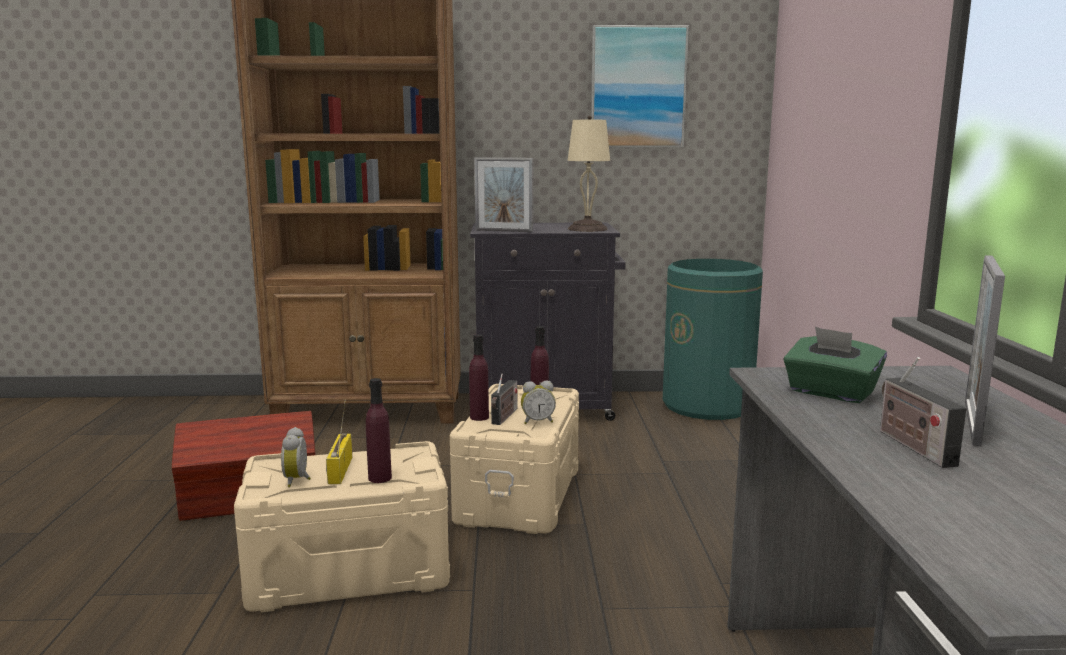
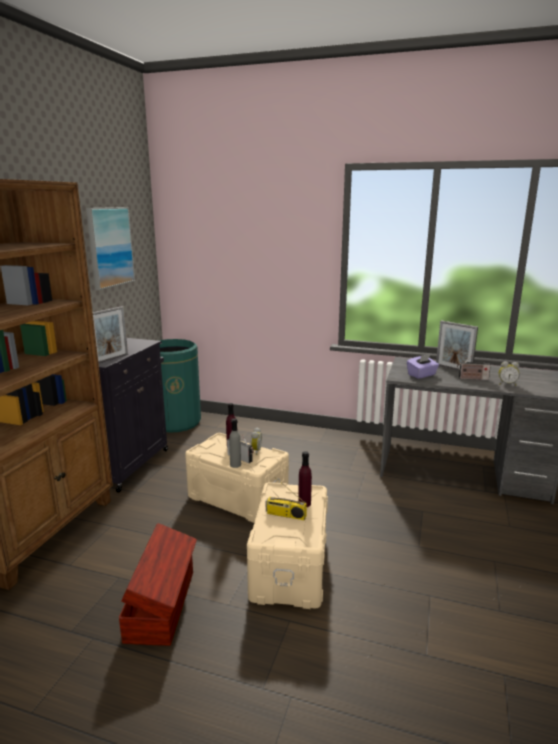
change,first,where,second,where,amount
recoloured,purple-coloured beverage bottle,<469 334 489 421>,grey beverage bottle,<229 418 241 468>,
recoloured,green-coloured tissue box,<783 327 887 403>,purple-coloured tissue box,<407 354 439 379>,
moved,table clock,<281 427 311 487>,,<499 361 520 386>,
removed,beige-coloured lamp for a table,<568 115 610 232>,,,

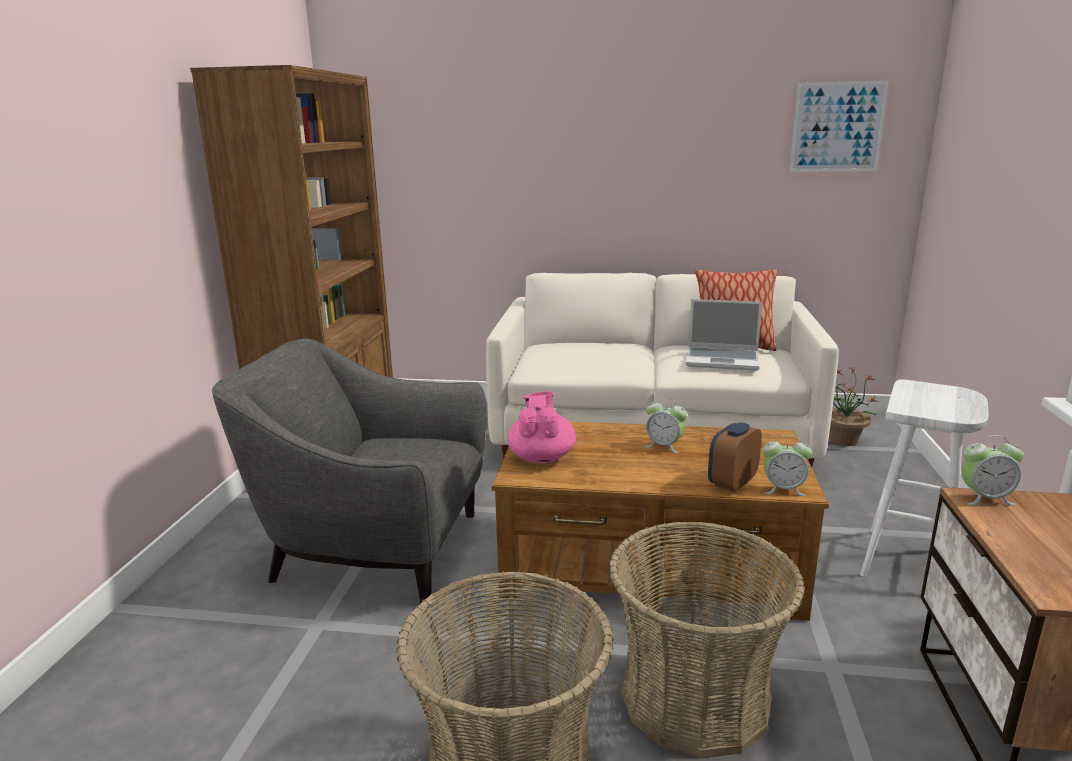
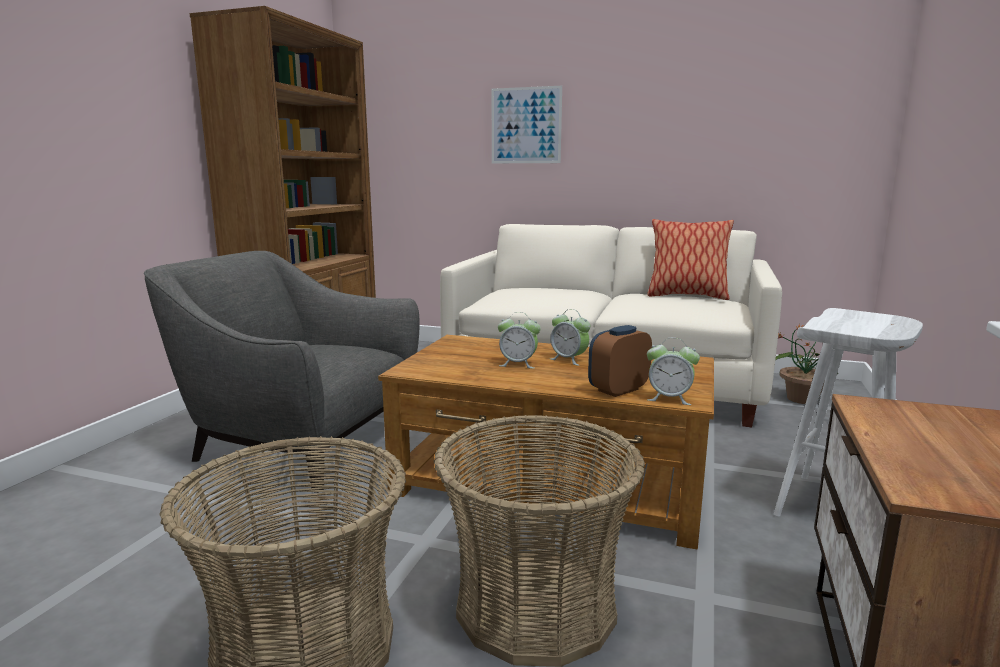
change,first,where,second,where,amount
moved,wall picture,<790 81 889 172>,,<492 86 562 163>,
moved,table clock,<961 435 1024 505>,,<498 312 541 369>,
removed,pink-coloured teapot,<508 391 576 464>,,,
removed,notebook computer,<686 299 762 371>,,,

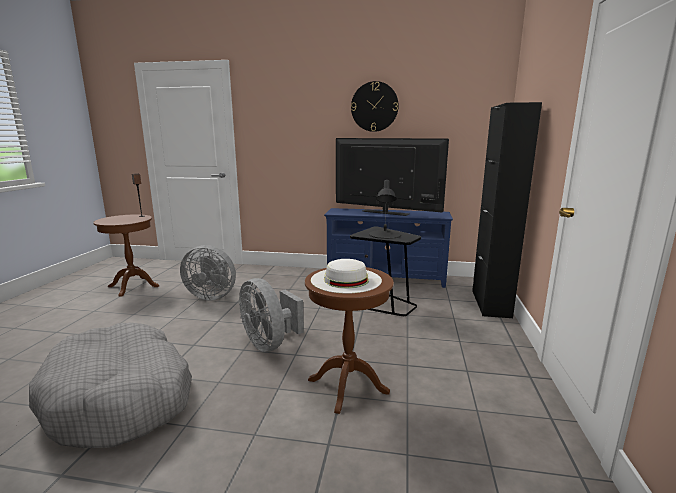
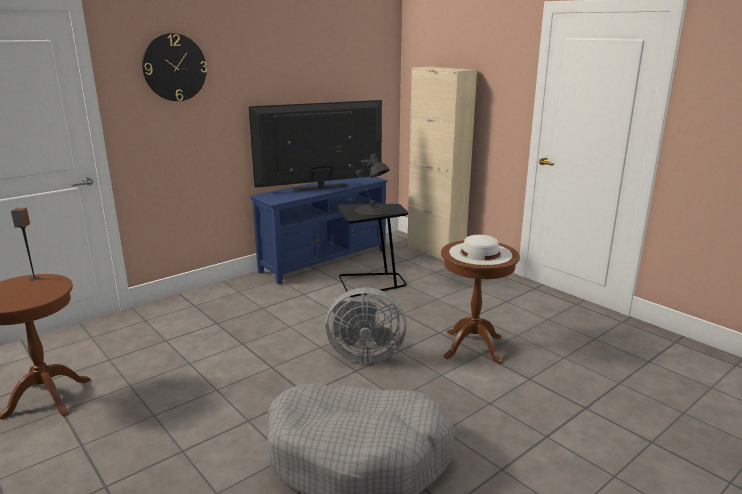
change,first,where,second,where,amount
moved,clock on the wall,<351 81 399 132>,,<142 33 207 101>,
recoloured,black-coloured cabinet,<472 102 542 318>,beige-coloured cabinet,<407 66 477 260>,
removed,grey electric fan,<180 245 236 300>,,,

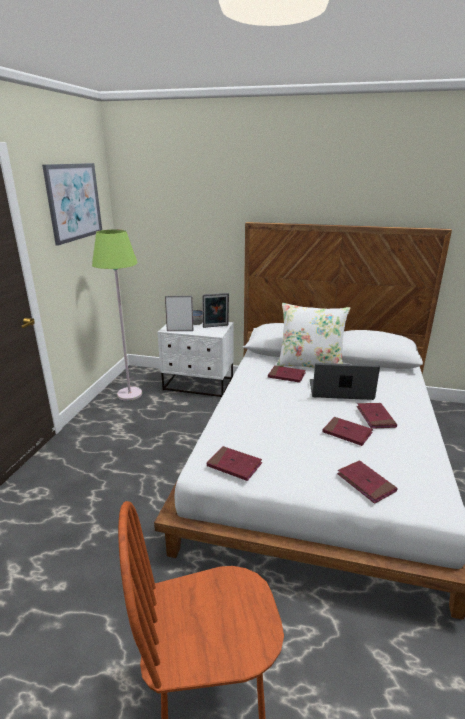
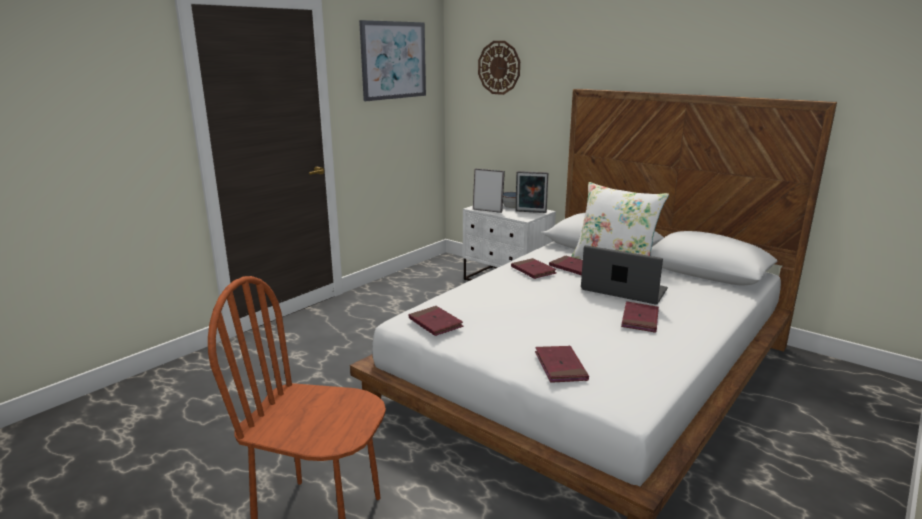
change,first,where,second,where,amount
added,,,clock on the wall,<478 41 520 95>,
moved,red volume,<322 417 373 446>,,<511 258 557 279>,
removed,green-coloured standing lamp,<92 229 142 401>,,,

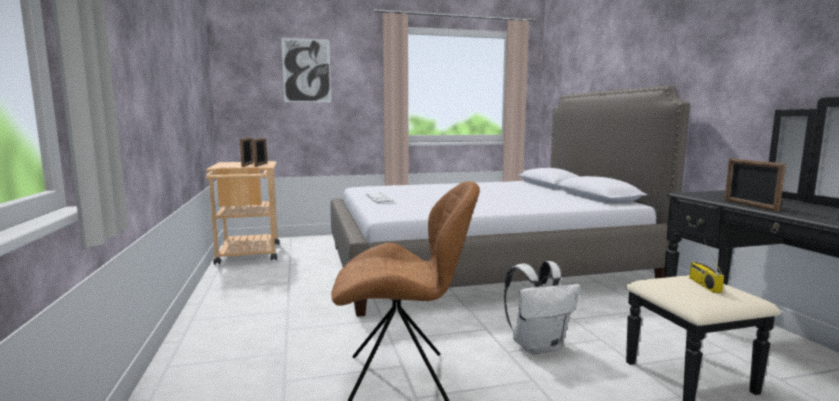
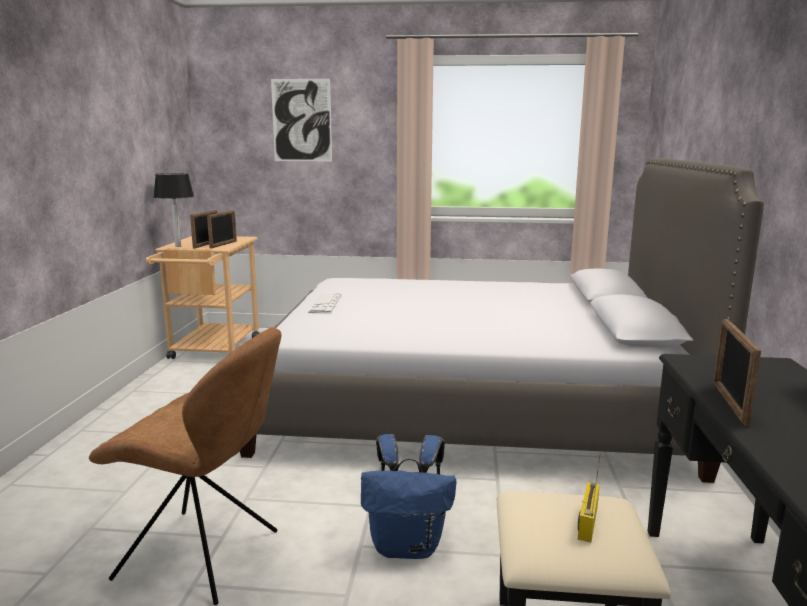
change,first,where,second,where,amount
added,,,lamp for a table,<154 173 194 247>,
recoloured,white-coloured knapsack,<504 261 580 355>,bluish knapsack,<361 434 456 559>,

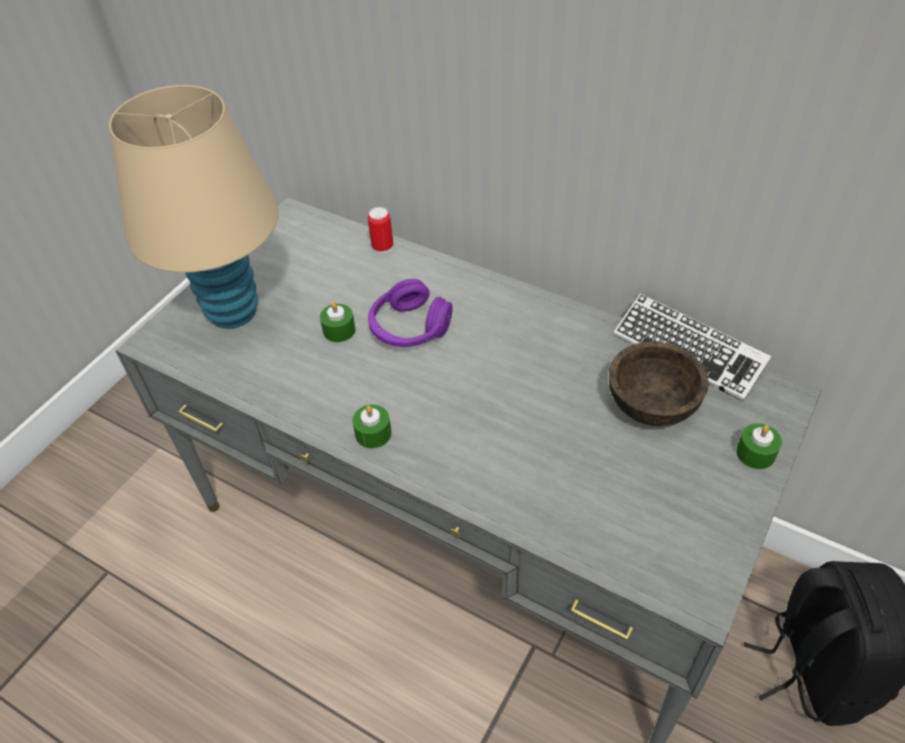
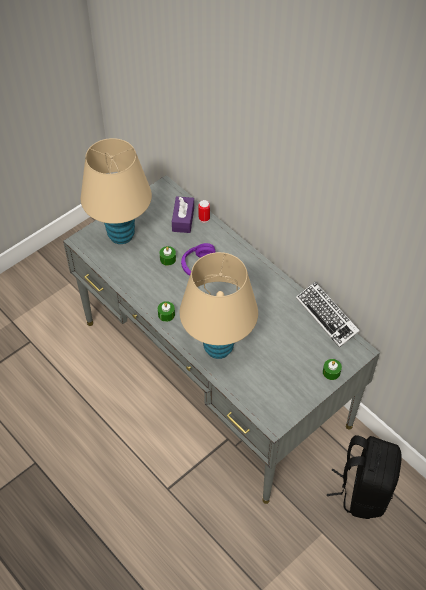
change,first,where,second,where,amount
added,,,purple-coloured tissue box,<172 196 194 233>,
added,,,beige-coloured lamp for a table,<180 252 258 359>,
removed,brown-coloured deep dish,<609 341 709 426>,,,

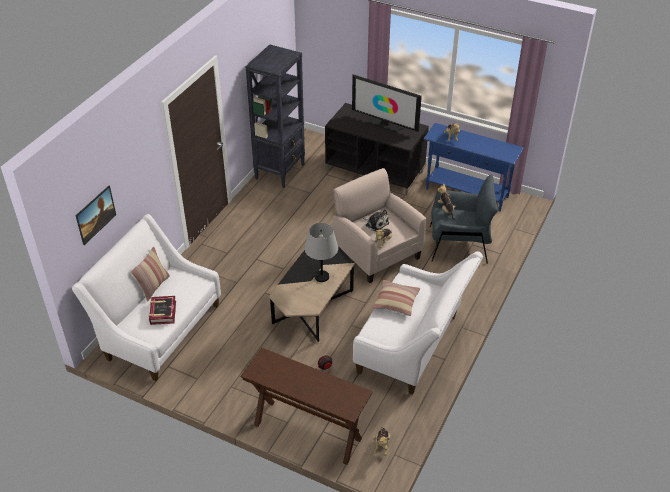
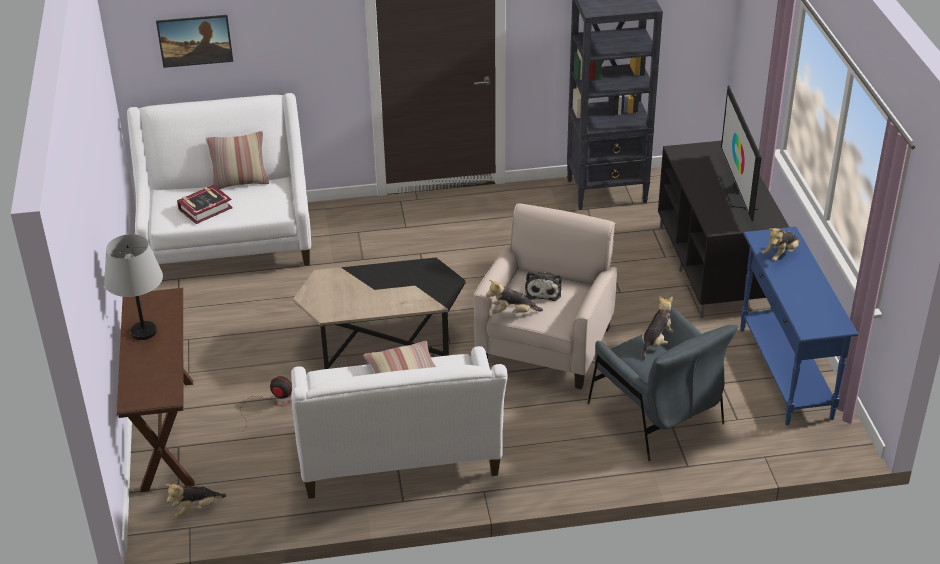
change,first,where,second,where,amount
moved,grey lamp for a table,<304 223 338 282>,,<104 234 163 340>,

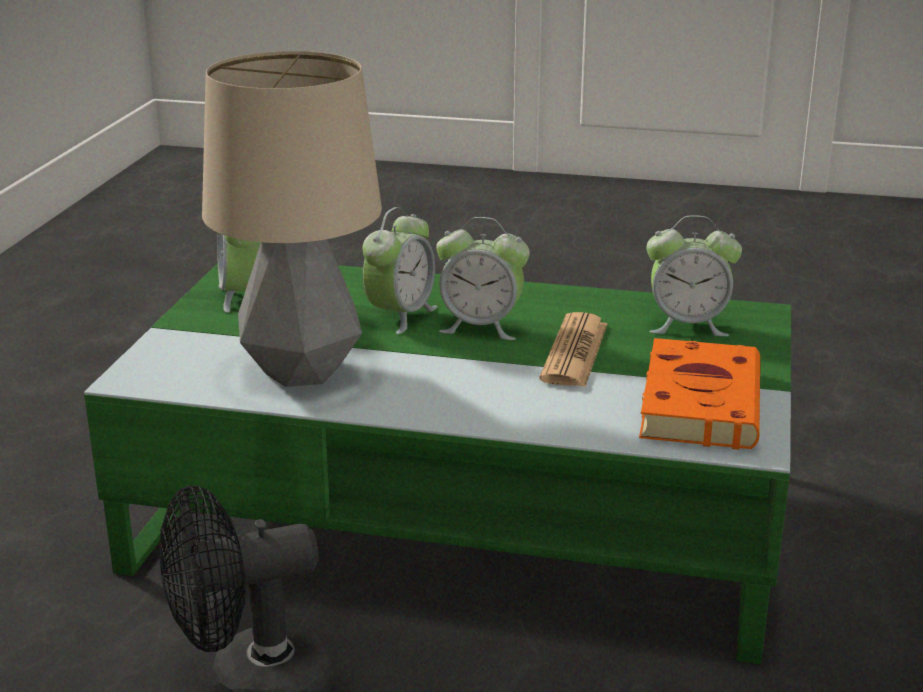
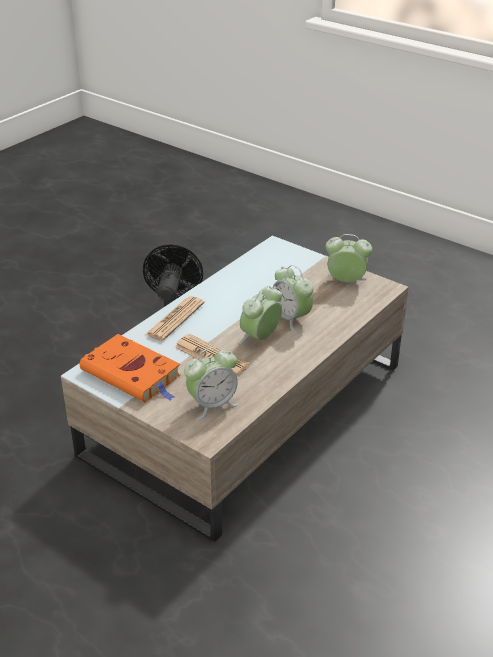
change,first,where,second,where,amount
recoloured,green-coloured lounge table,<84 263 791 664>,beige-coloured lounge table,<61 236 409 542>,
added,,,newspaper,<145 296 205 341>,
turned,table clock,<647 215 742 336>,,<184 347 239 420>,150 degrees counterclockwise
removed,lamp for a table,<202 51 382 387>,,,

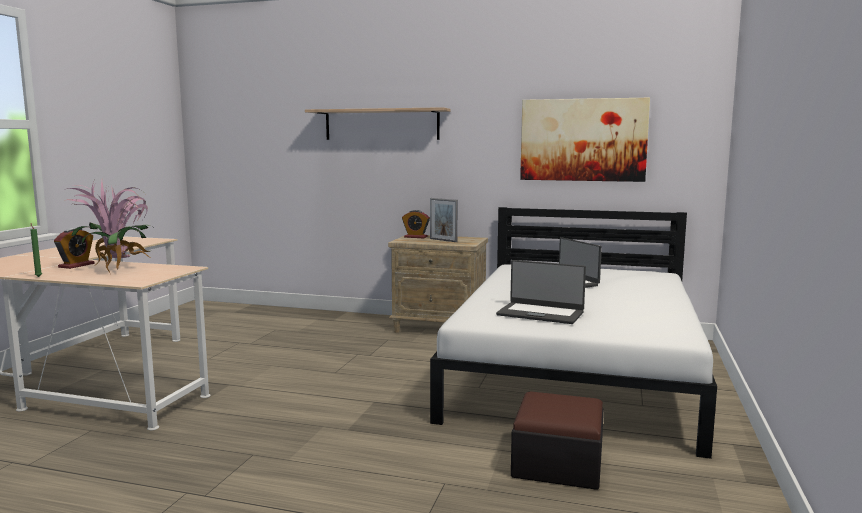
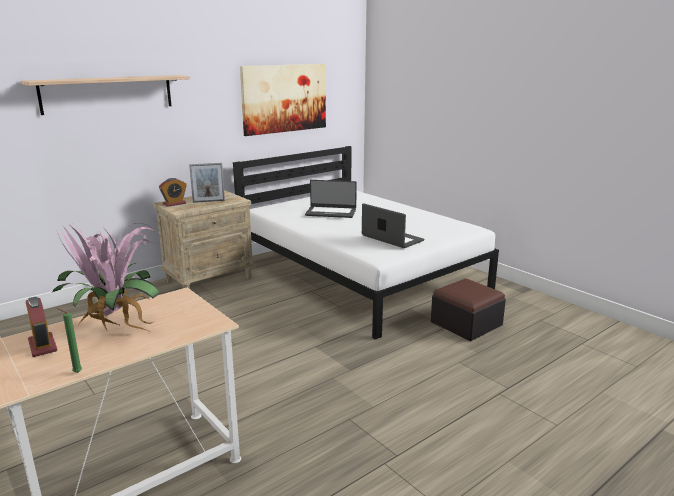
change,first,where,second,where,amount
turned,notebook computer,<496 260 586 324>,,<362 203 424 248>,105 degrees counterclockwise

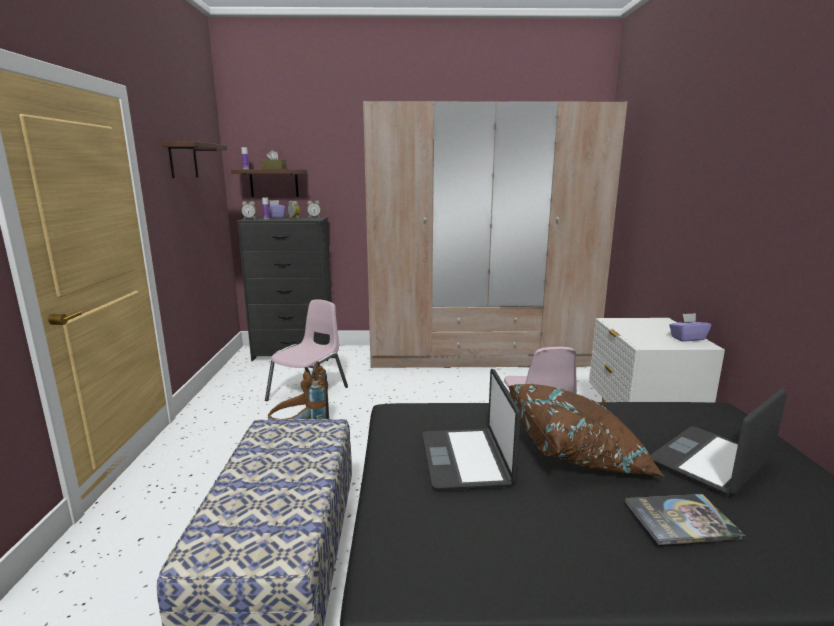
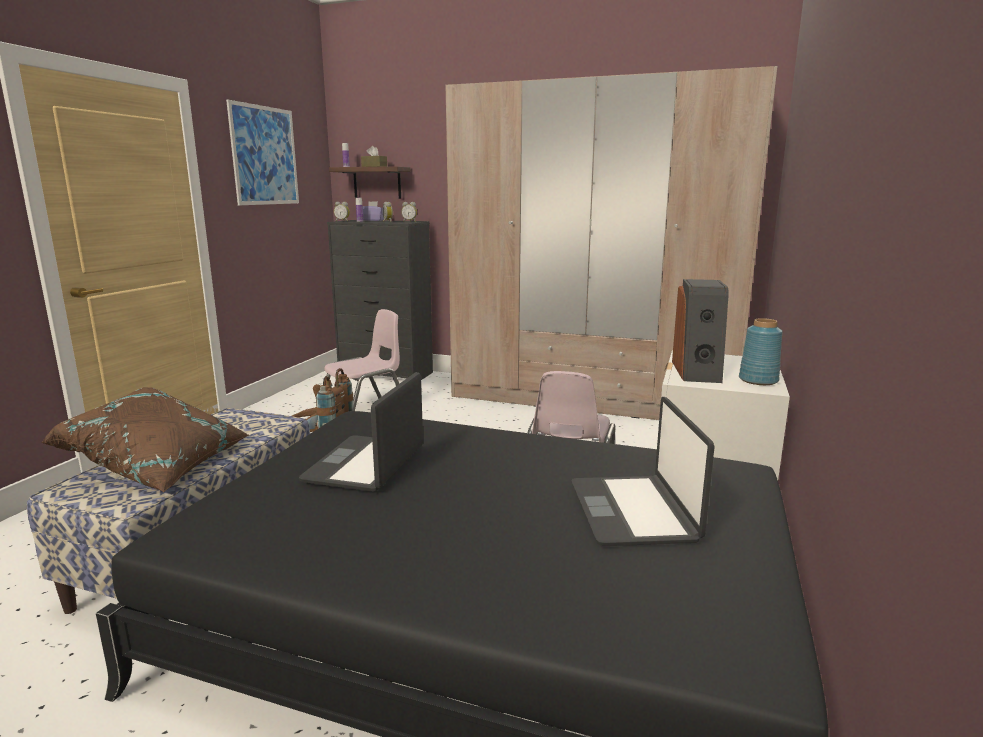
change,first,where,second,where,amount
moved,brown-coloured cushion,<509 384 665 477>,,<41 387 249 492>,
replaced,wall shelf,<161 141 227 178>,wall picture,<226 100 299 205>,
turned,notebook computer,<650 388 787 495>,,<571 397 714 546>,75 degrees counterclockwise
added,,,speaker,<672 279 729 383>,
replaced,purple-coloured tissue box,<669 313 711 342>,bluish decorative vase,<739 318 782 385>,
removed,volume,<625 494 746 545>,,,

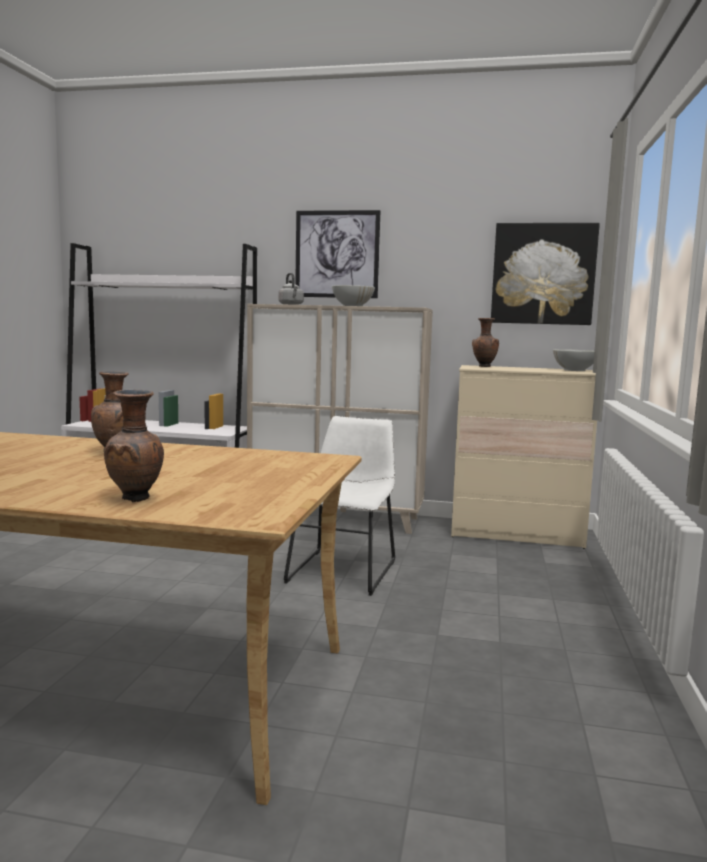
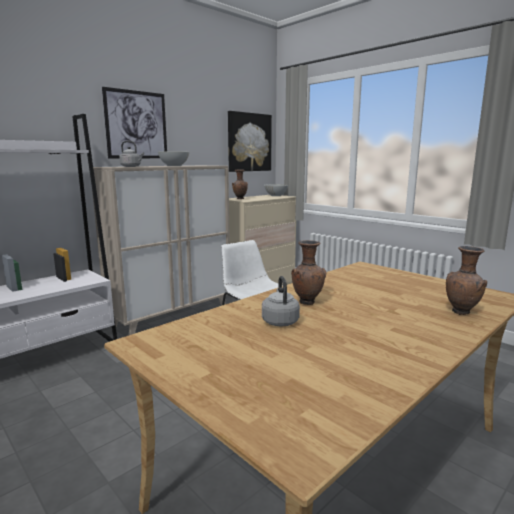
change,first,where,second,where,amount
added,,,grey kettle,<262 276 300 326>,

